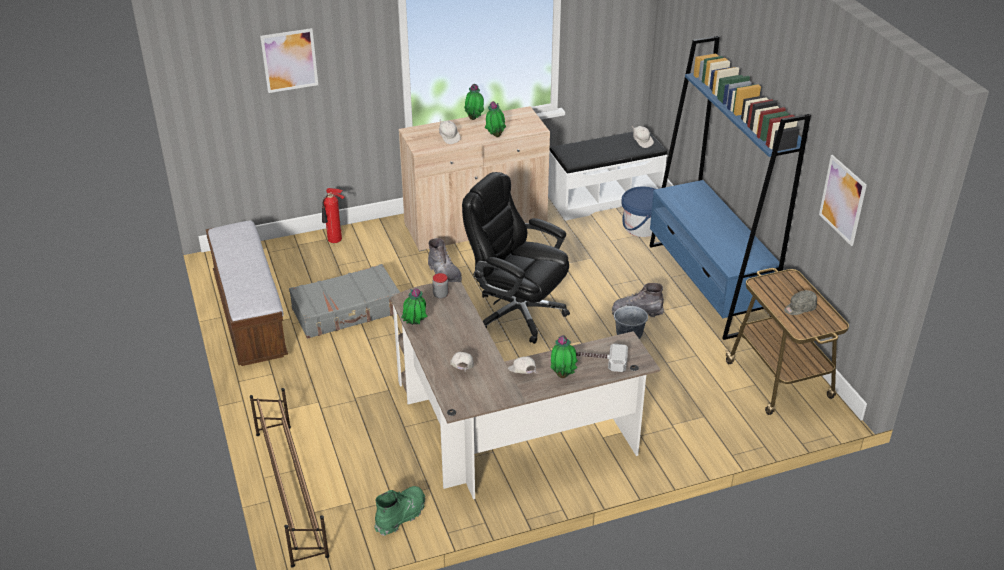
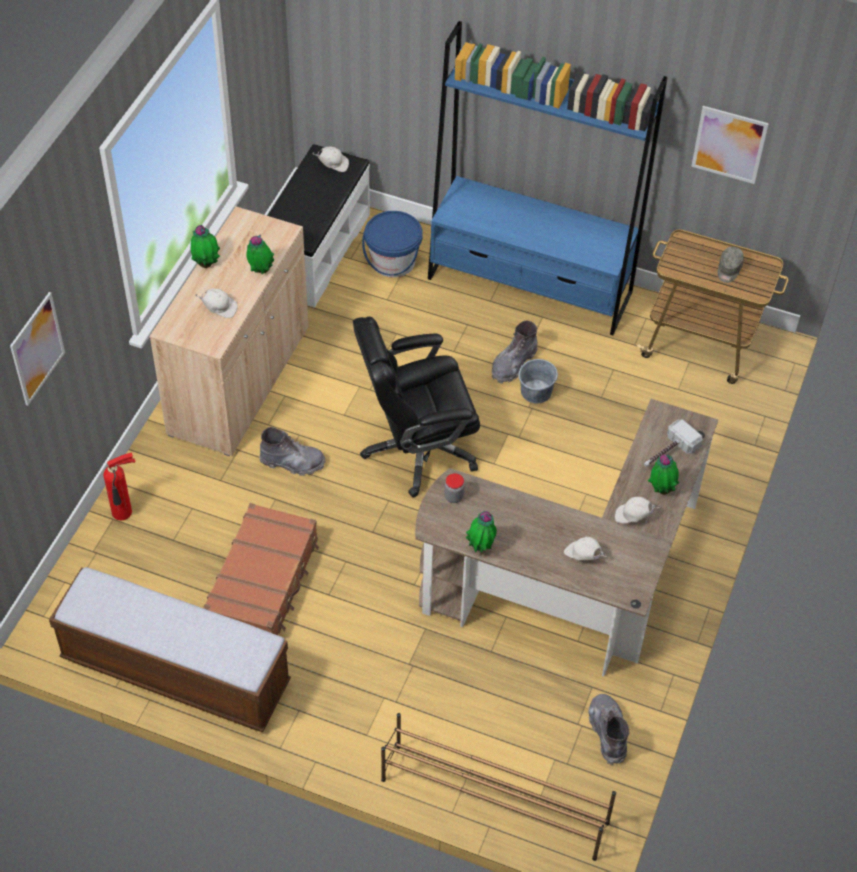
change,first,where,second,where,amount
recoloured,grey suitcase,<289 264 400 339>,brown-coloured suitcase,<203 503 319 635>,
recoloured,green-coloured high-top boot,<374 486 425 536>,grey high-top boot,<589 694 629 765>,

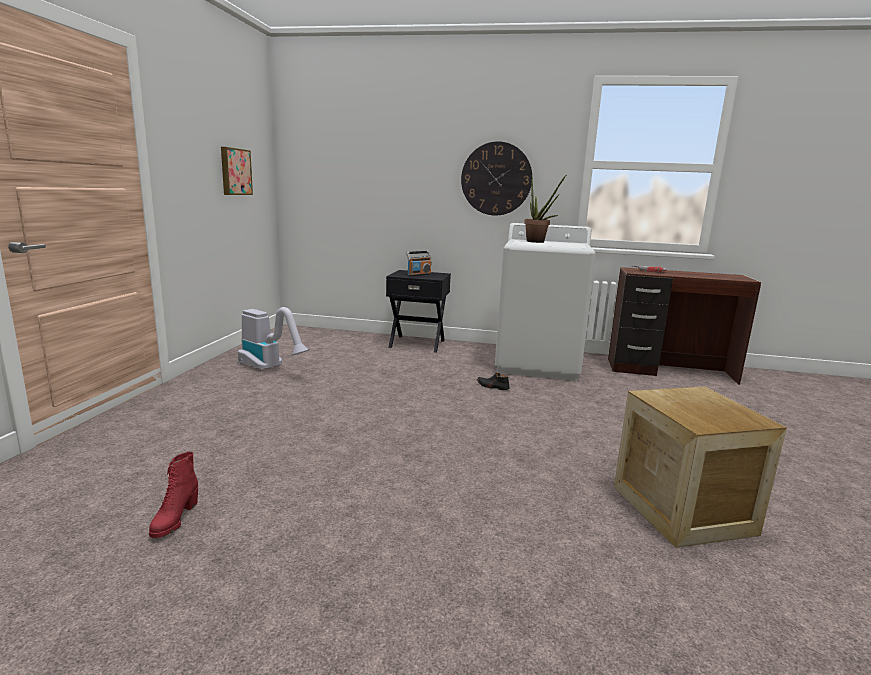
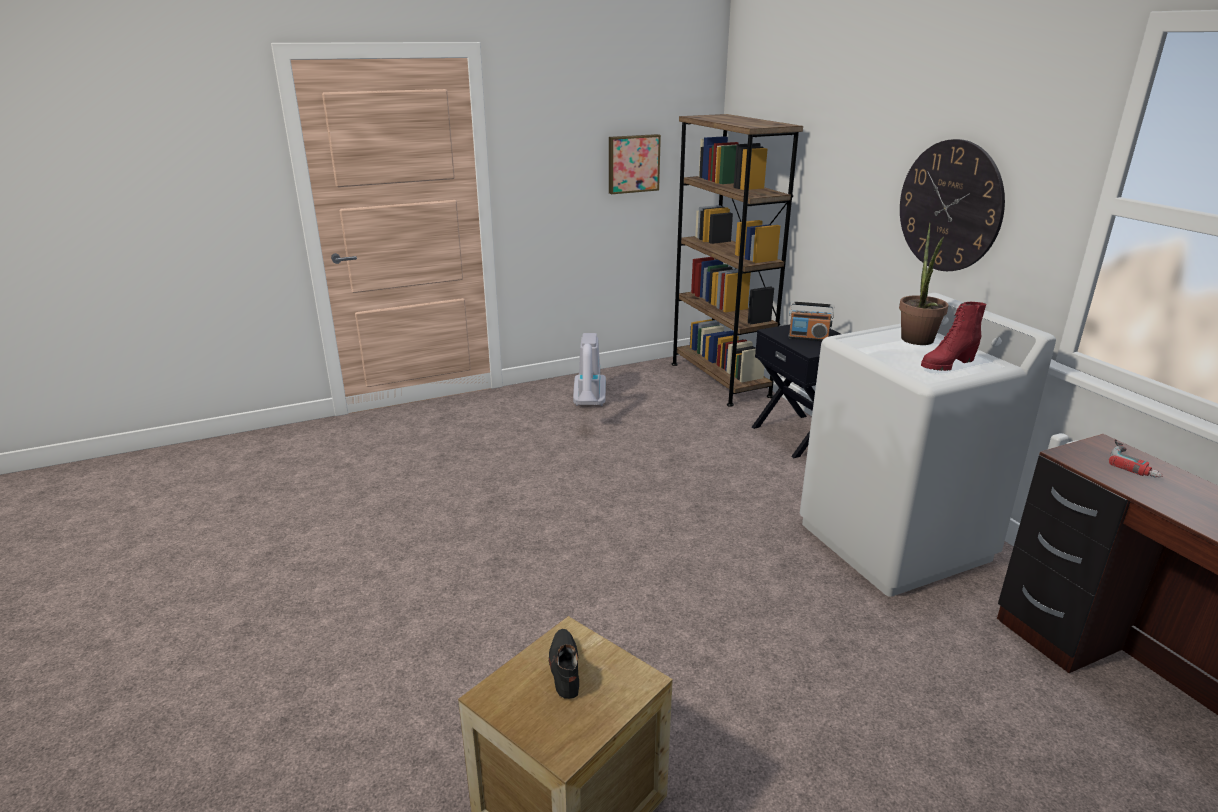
change,first,where,second,where,amount
moved,black-coloured item of footwear,<477 373 510 390>,,<549 629 579 699>,
added,,,brown-coloured shelving unit,<672 114 803 407>,
moved,red high-top boot,<149 452 198 538>,,<921 302 986 371>,

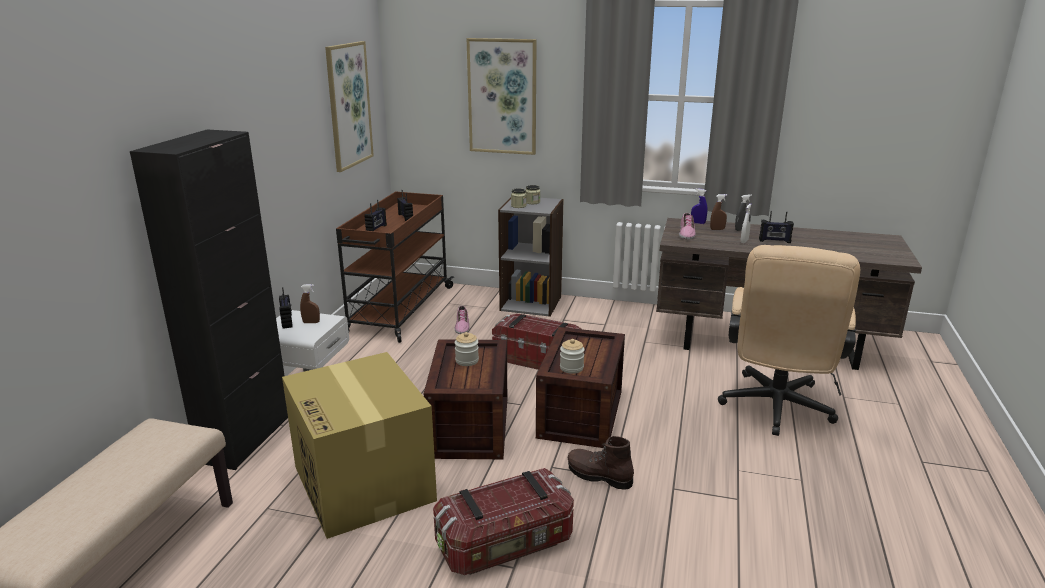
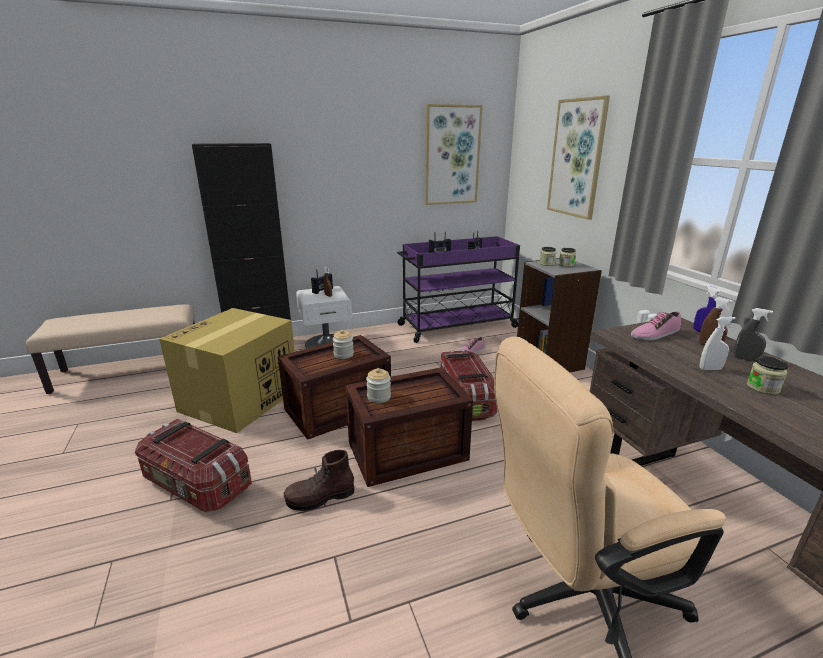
change,first,where,second,where,amount
turned,brown-coloured high-top boot,<568 436 634 490>,,<284 450 354 511>,105 degrees counterclockwise
recoloured,brown-coloured wheeled cart,<336 192 454 343>,purple-coloured wheeled cart,<397 236 520 343>,
replaced,radio receiver,<759 211 794 243>,storage jar,<747 356 788 395>,

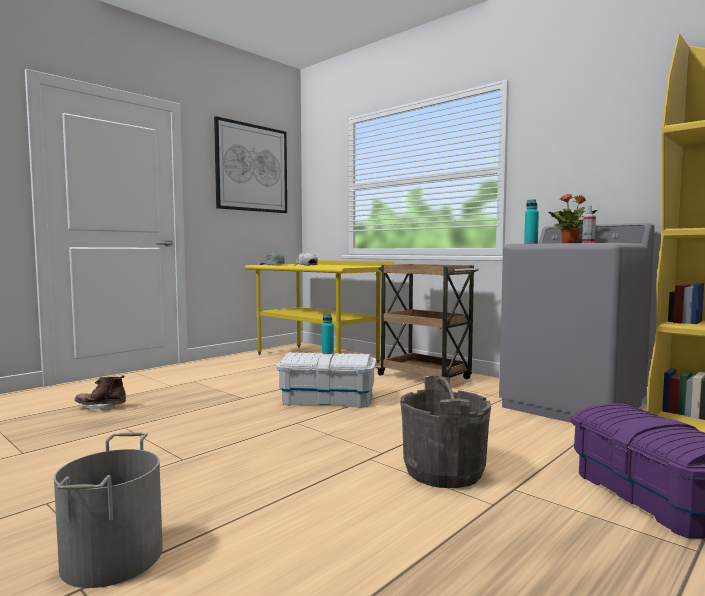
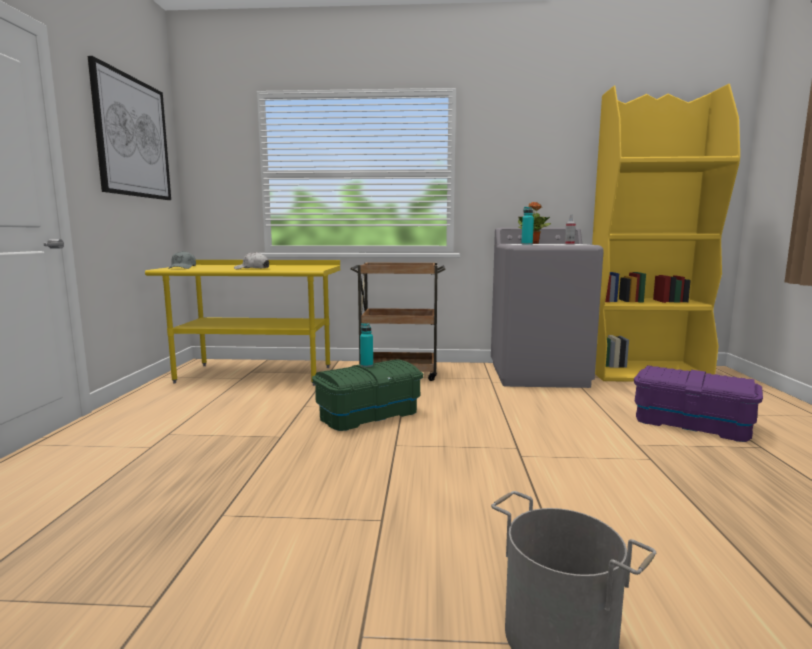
change,first,where,second,where,amount
recoloured,white-coloured storage box,<276 352 376 408>,green-coloured storage box,<312 359 423 431>,
removed,brown-coloured high-top boot,<74 375 126 411>,,,
removed,grey pail,<400 375 491 488>,,,

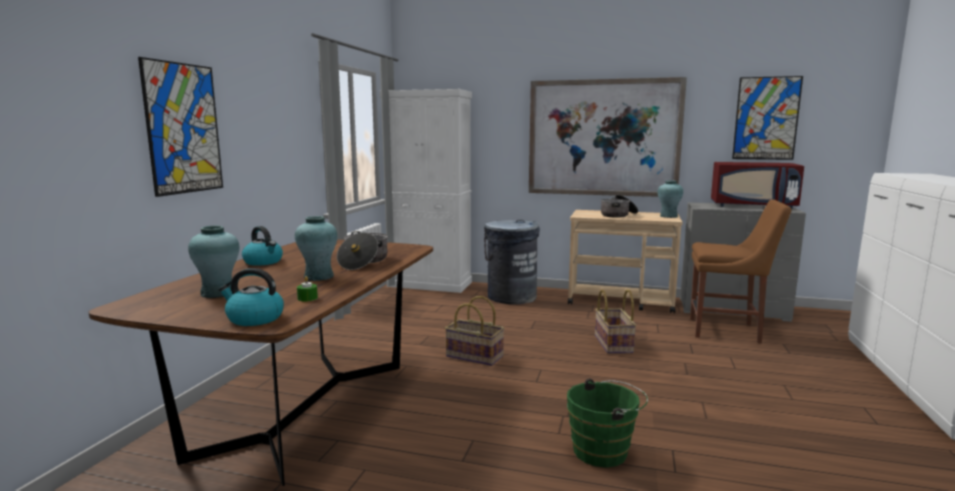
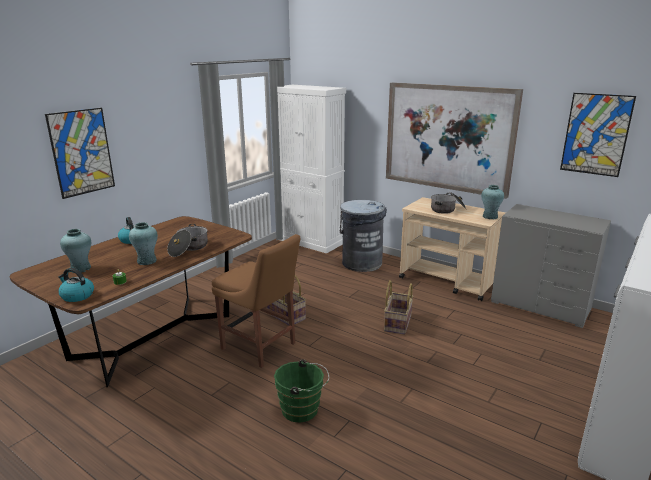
change,first,where,second,where,amount
moved,brown-coloured chair,<690 199 792 344>,,<212 234 300 368>,
removed,red microwave,<711 162 804 209>,,,

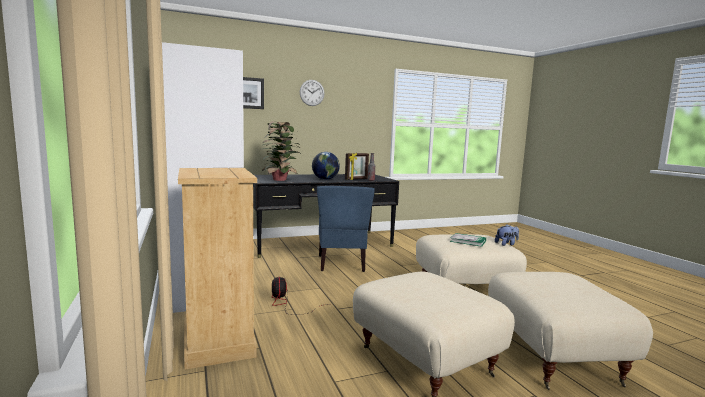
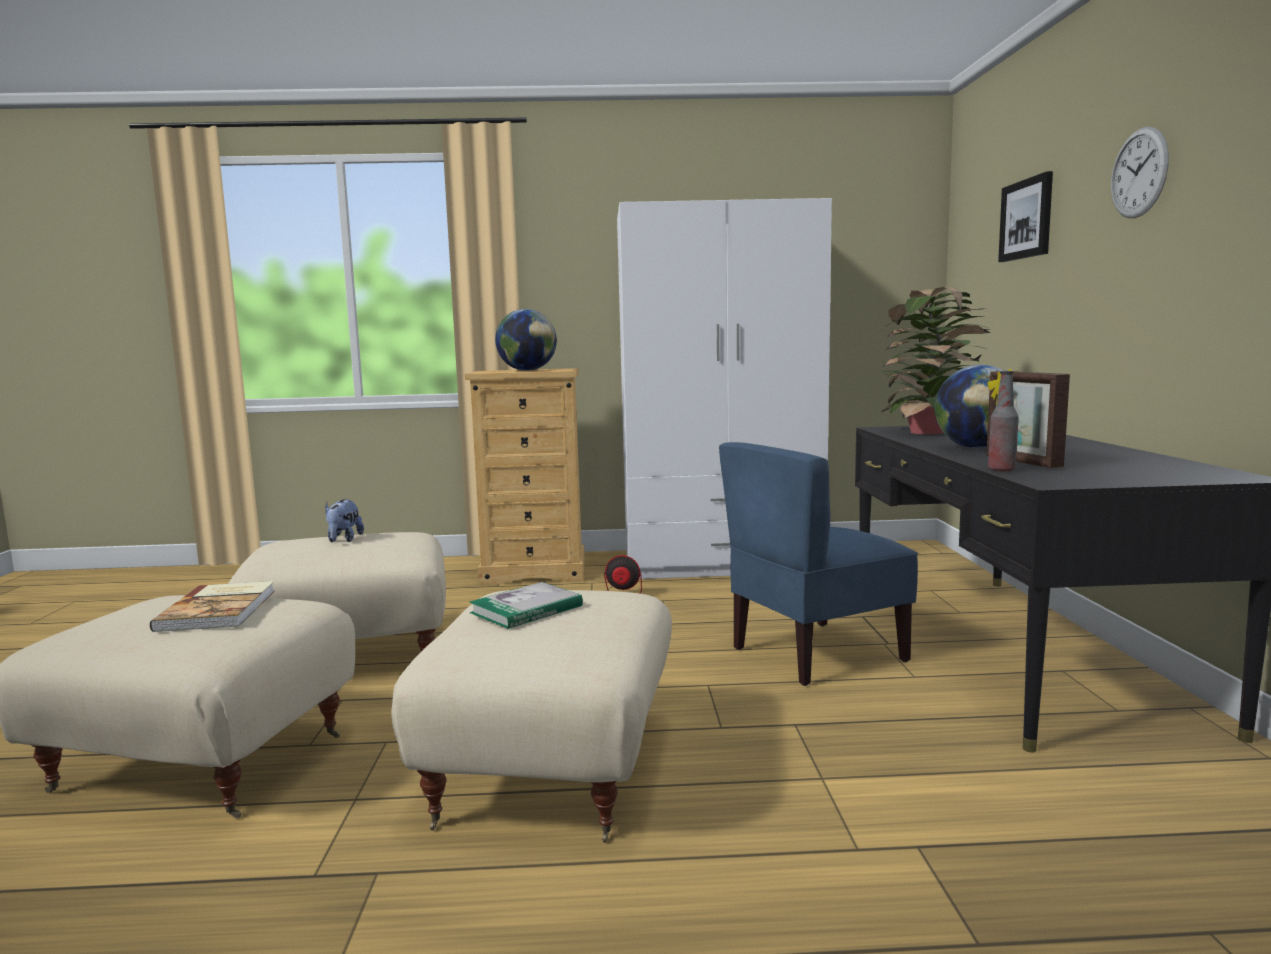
change,first,where,second,where,amount
added,,,volume,<150 581 275 632>,
moved,soft toy,<495 224 519 246>,,<325 499 364 542>,
added,,,globe,<495 309 557 371>,
turned,bluish chair,<317 186 375 272>,,<719 442 918 686>,45 degrees counterclockwise

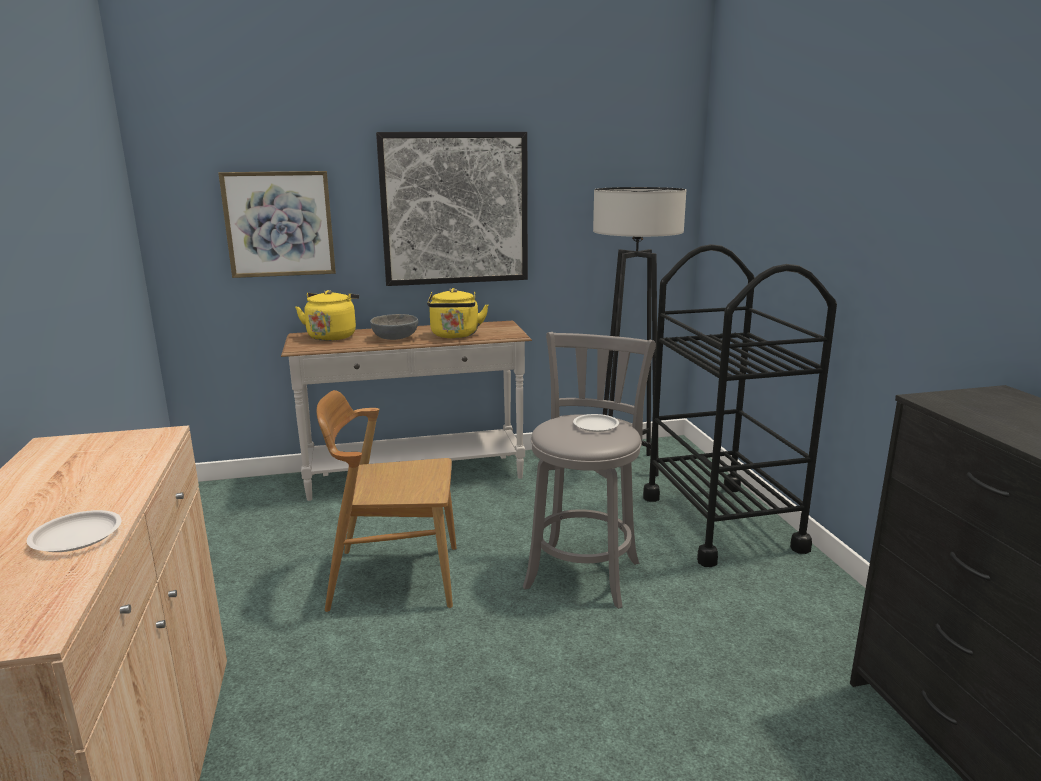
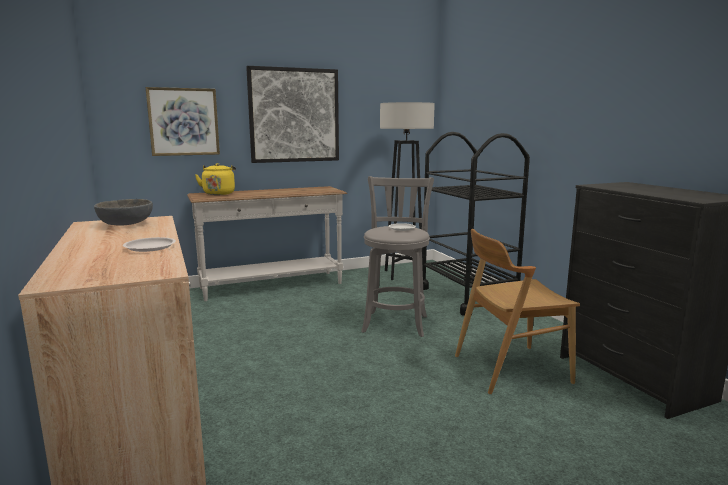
change,first,where,second,where,amount
moved,grey deep dish,<370 314 418 340>,,<94 199 153 226>,
moved,brown-coloured chair,<317 390 456 612>,,<455 229 580 394>,
removed,yellow kettle,<427 288 489 338>,,,

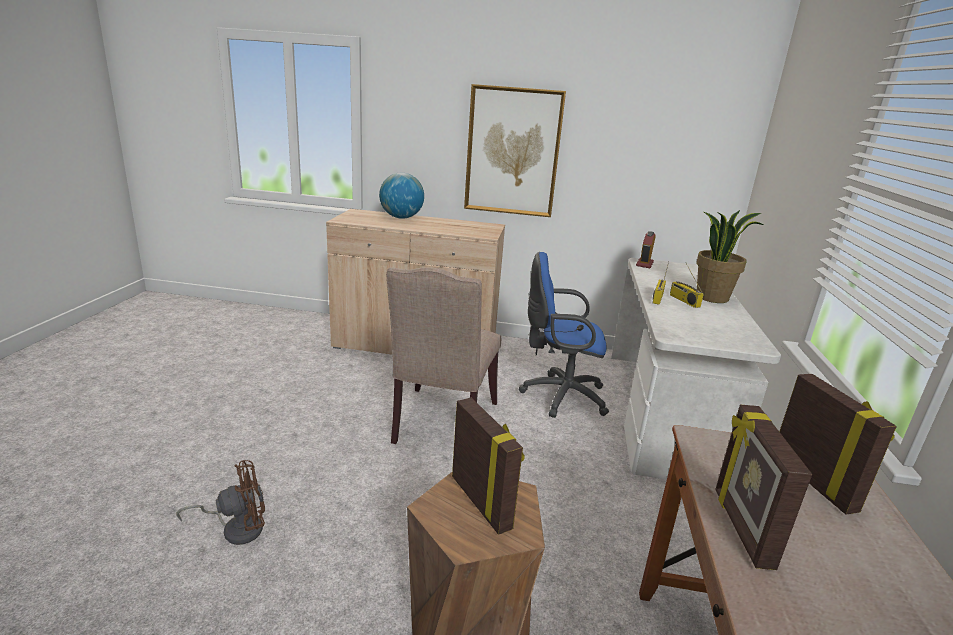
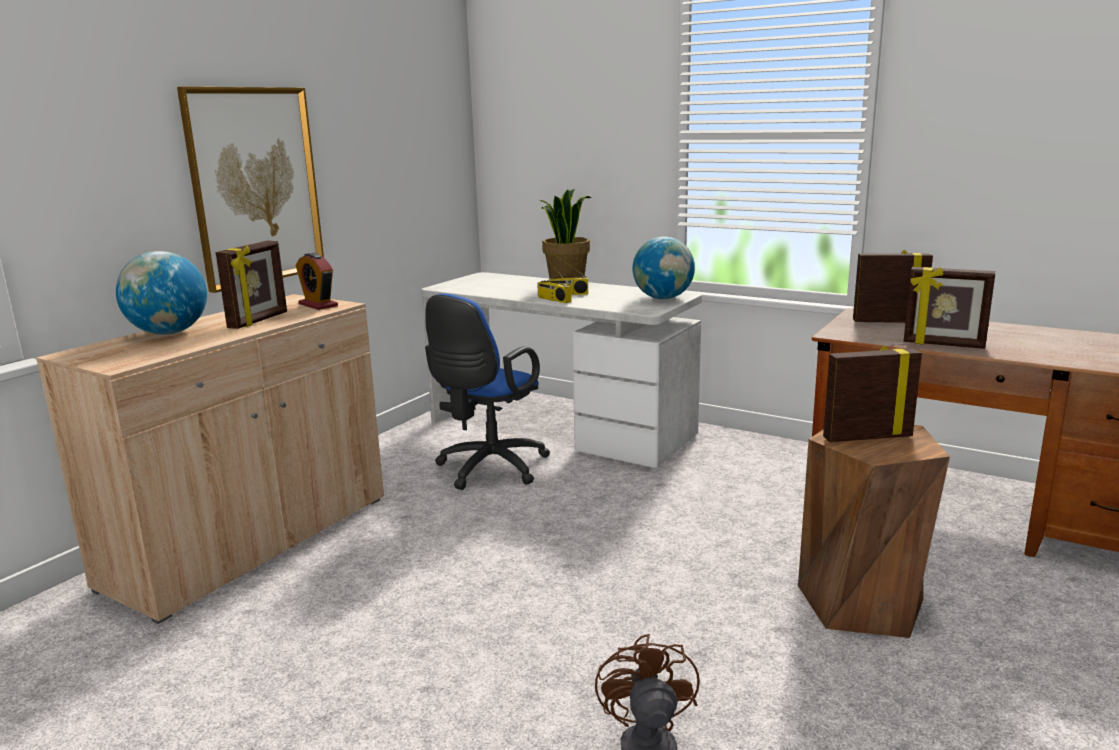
change,first,where,second,where,amount
added,,,photo frame,<216 241 287 329>,
moved,table clock,<636 231 656 268>,,<296 253 338 310>,
added,,,globe,<633 237 695 299>,
removed,beige-coloured chair,<386 267 501 444>,,,

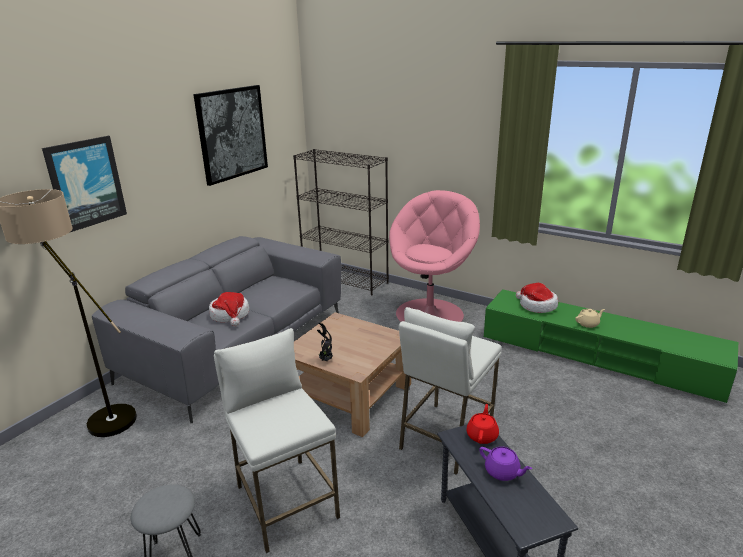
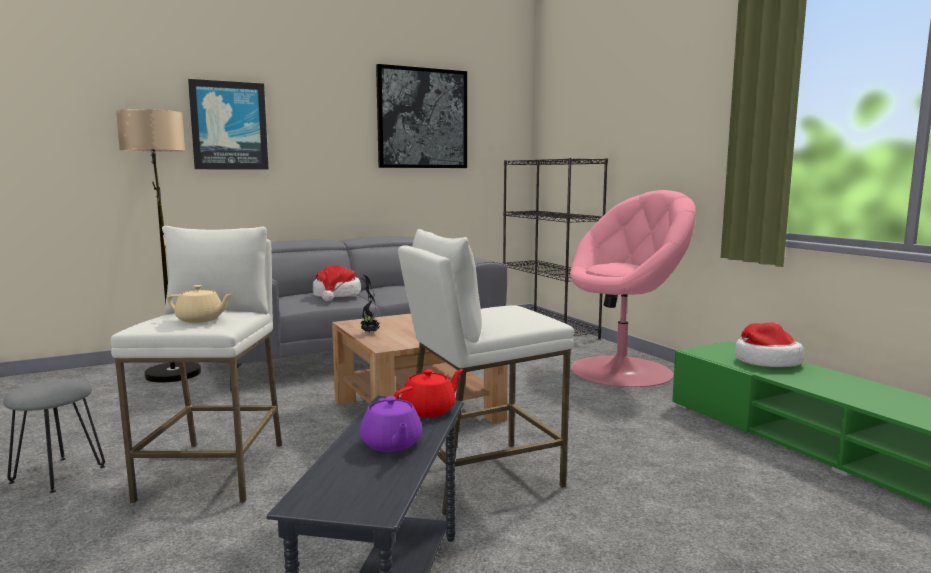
change,first,where,second,where,amount
moved,beige-coloured teapot,<575 309 605 328>,,<167 285 233 323>,

